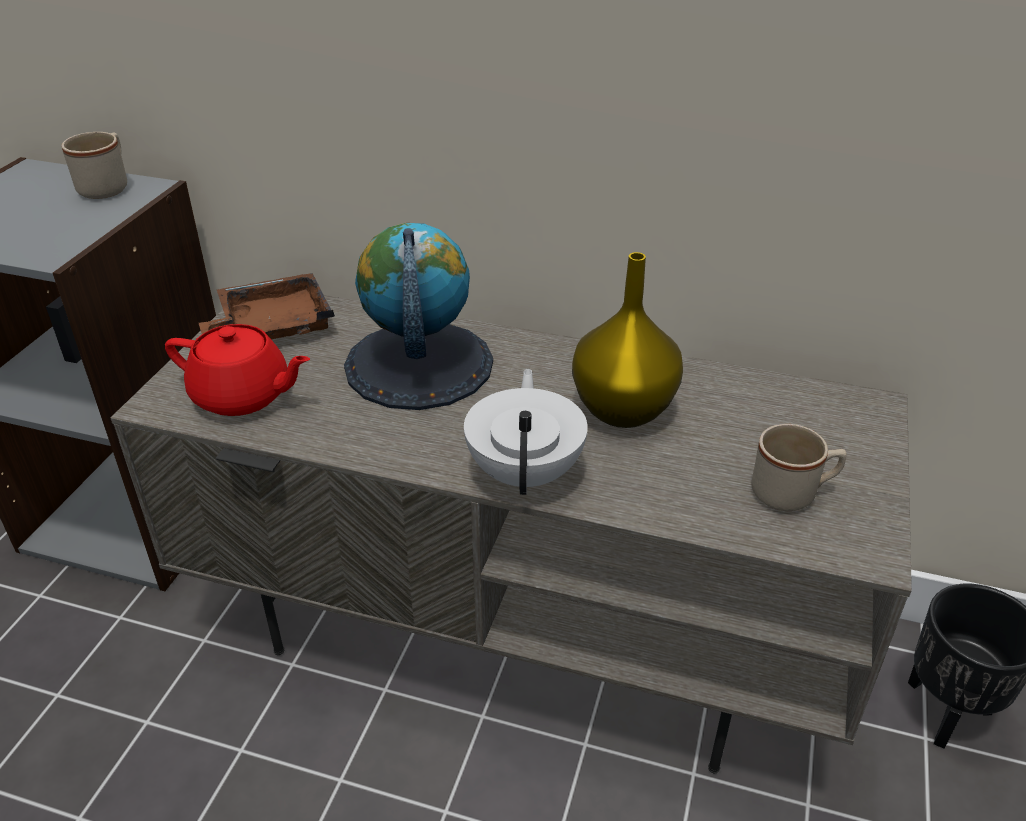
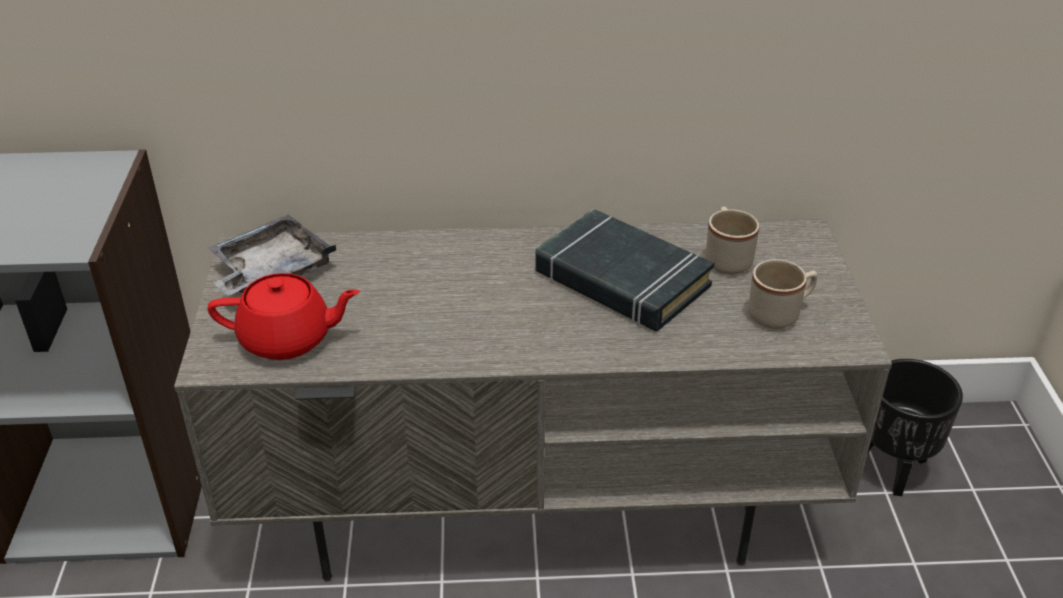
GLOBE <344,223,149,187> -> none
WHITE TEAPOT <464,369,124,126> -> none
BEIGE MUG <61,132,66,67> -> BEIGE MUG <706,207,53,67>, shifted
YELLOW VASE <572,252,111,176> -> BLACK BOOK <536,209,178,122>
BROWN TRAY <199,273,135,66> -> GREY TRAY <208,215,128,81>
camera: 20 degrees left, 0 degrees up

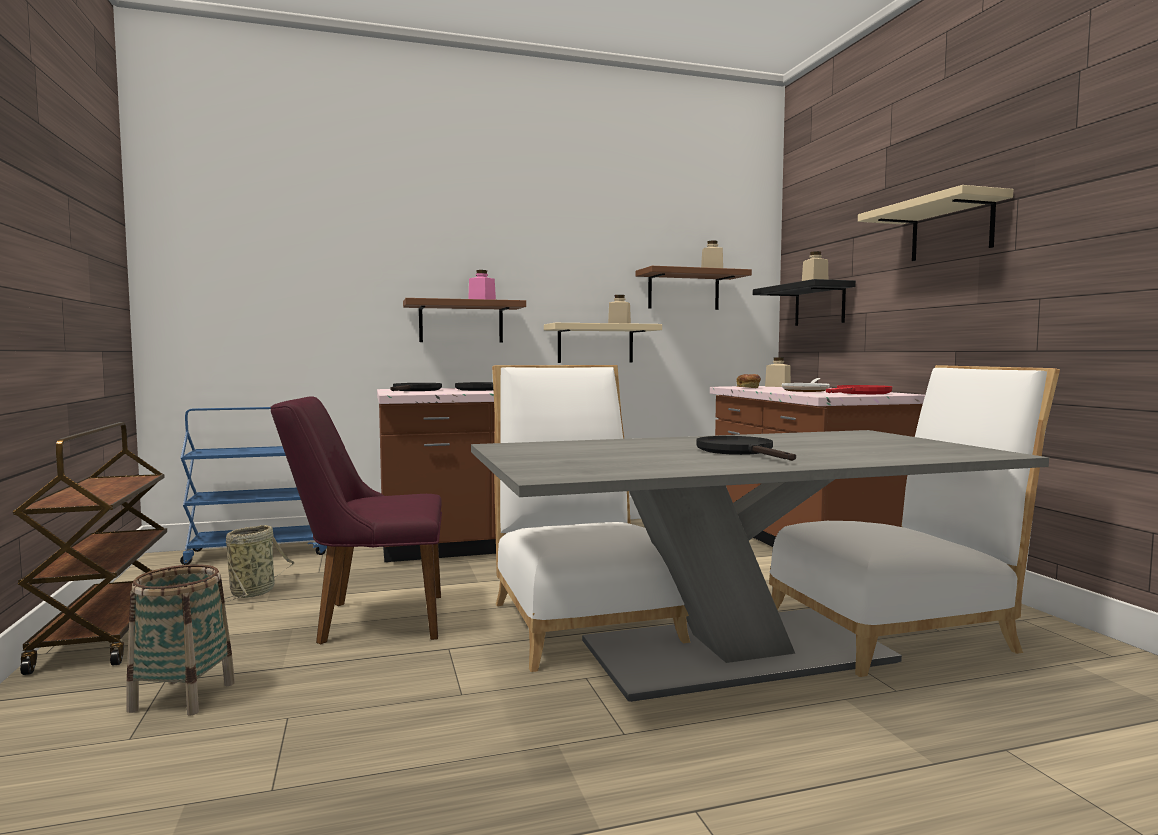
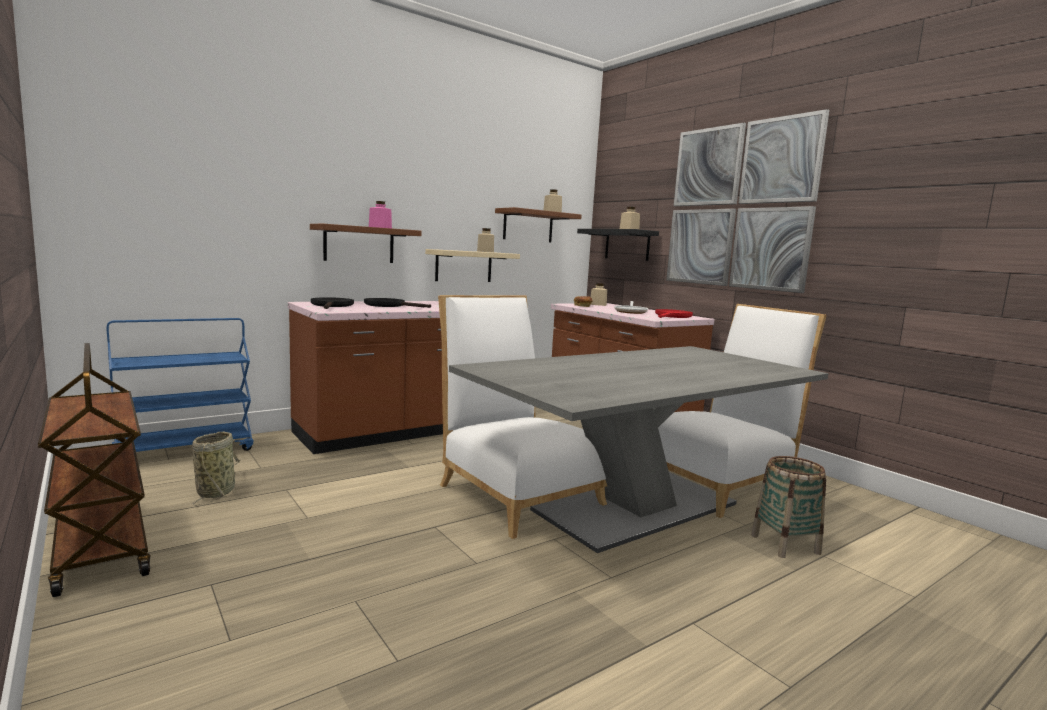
PURPLE CHAIR <270,396,172,248> -> none
BLACK FRYING PAN <696,436,100,25> -> none
BASKET <126,564,109,152> -> BASKET <751,456,75,102>, shifted
BEIGE SHELF <858,185,155,76> -> PICTURE <666,109,163,184>
camera: 20 degrees left, 5 degrees up

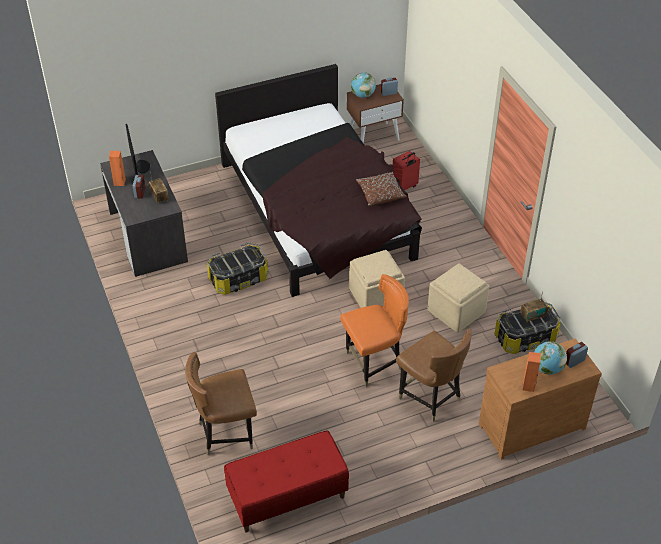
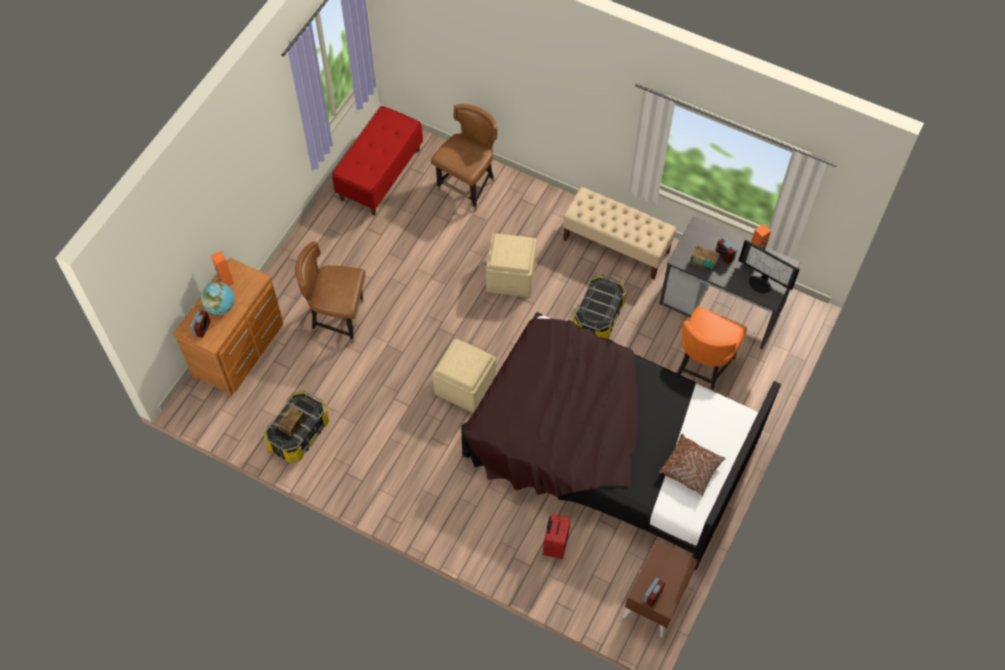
GLOBE <351,73,25,25> -> none
none -> BEIGE BENCH <563,187,114,93>
ORANGE CHAIR <340,274,69,113> -> ORANGE CHAIR <677,306,70,85>, shifted
BROWN PILLOW <356,172,51,34> -> BROWN PILLOW <659,434,67,62>, shifted
BEIGE OTTOMAN <427,263,62,69> -> BEIGE OTTOMAN <486,233,51,64>, shifted
camera: 140 degrees right, 15 degrees up

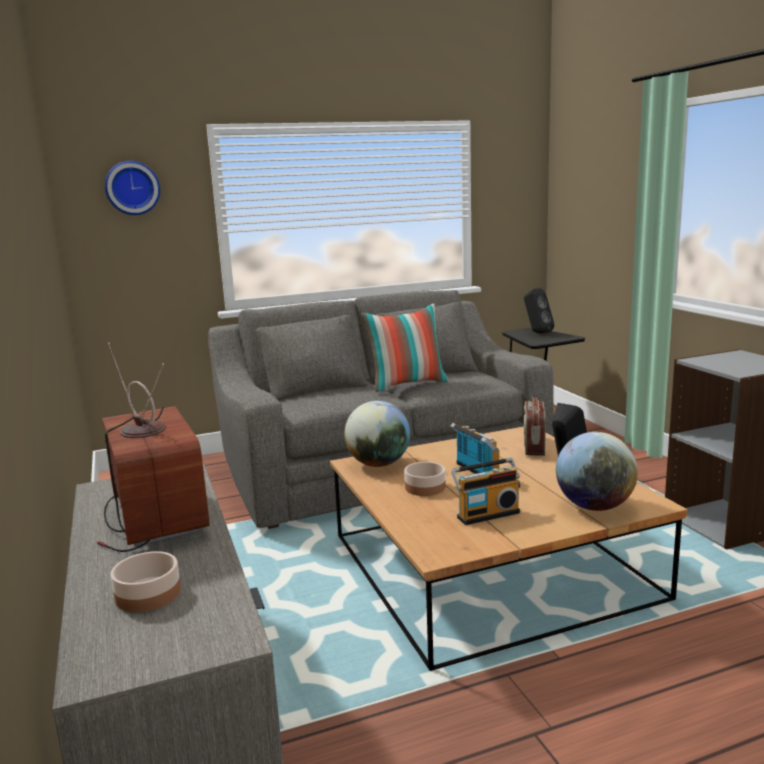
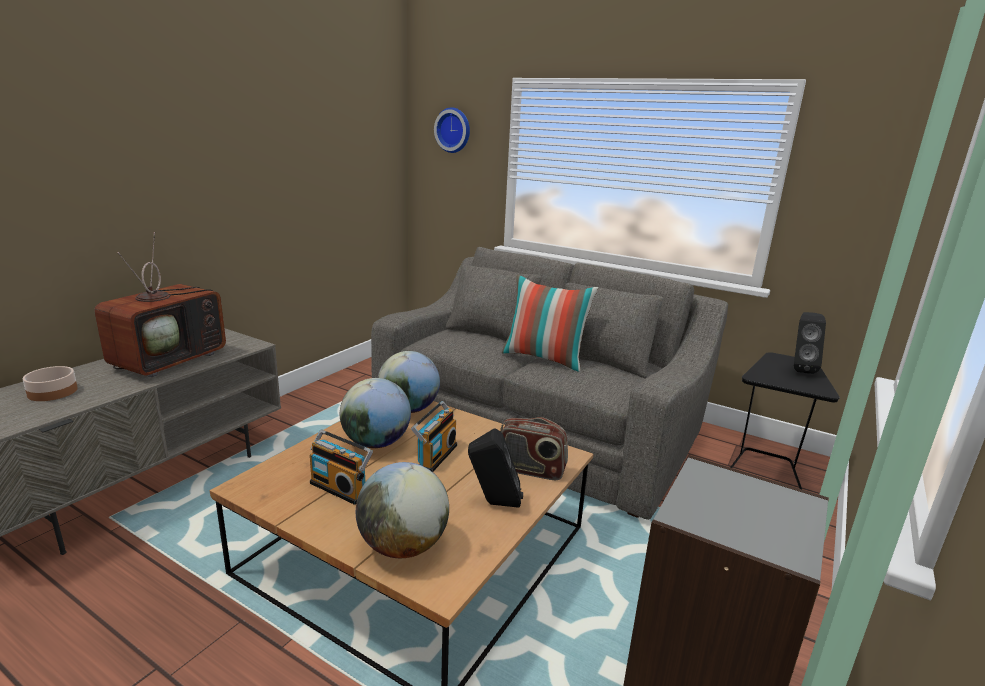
BOWL <404,462,42,34> -> GLOBE <340,378,71,70>
RADIO <524,398,22,58> -> RADIO <500,417,68,63>, 135 degrees counterclockwise
camera: 50 degrees right, 5 degrees up

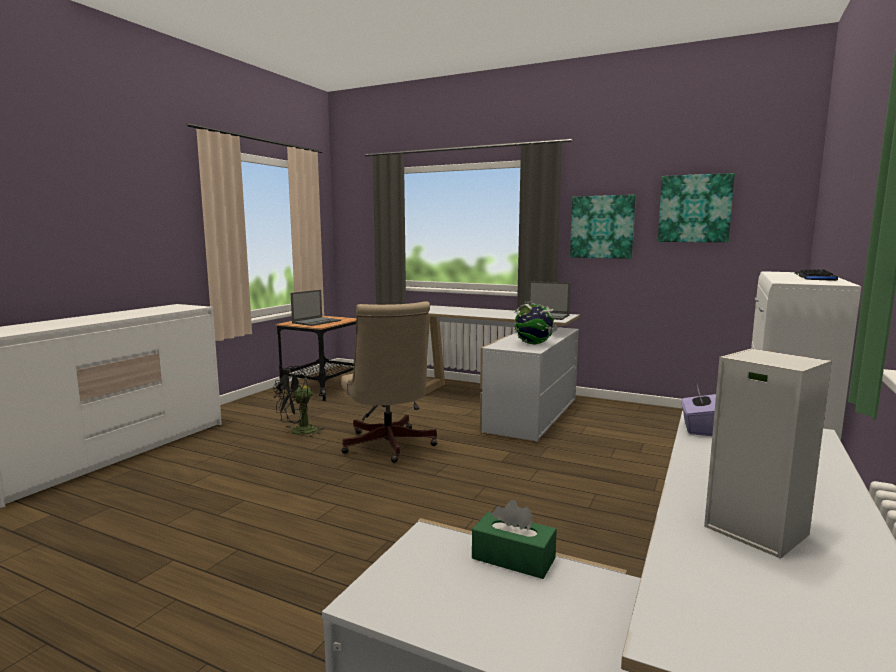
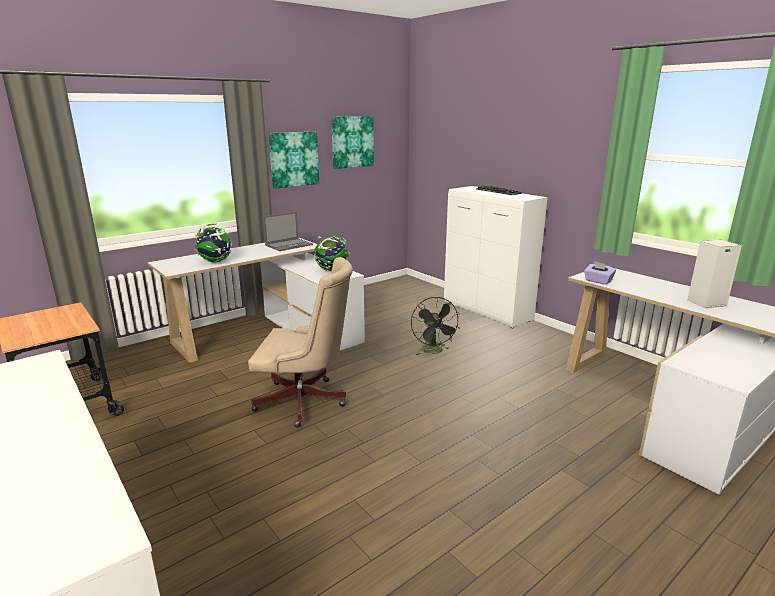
LAPTOP <291,290,50,36> -> none
GREEN TISSUE BOX <472,500,85,79> -> none
none -> GLOBE <195,223,37,39>
BLACK FAN <273,366,53,71> -> BLACK FAN <411,297,49,58>, shifted
camera: 65 degrees left, 10 degrees up

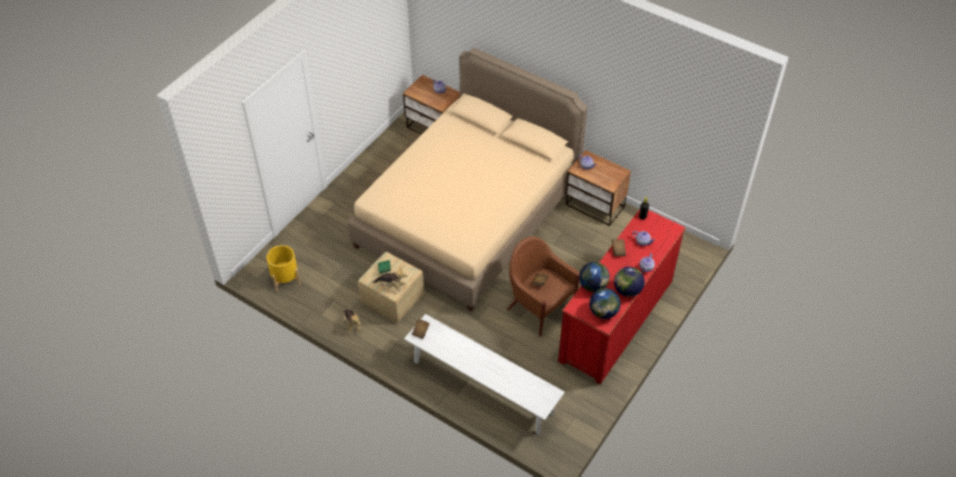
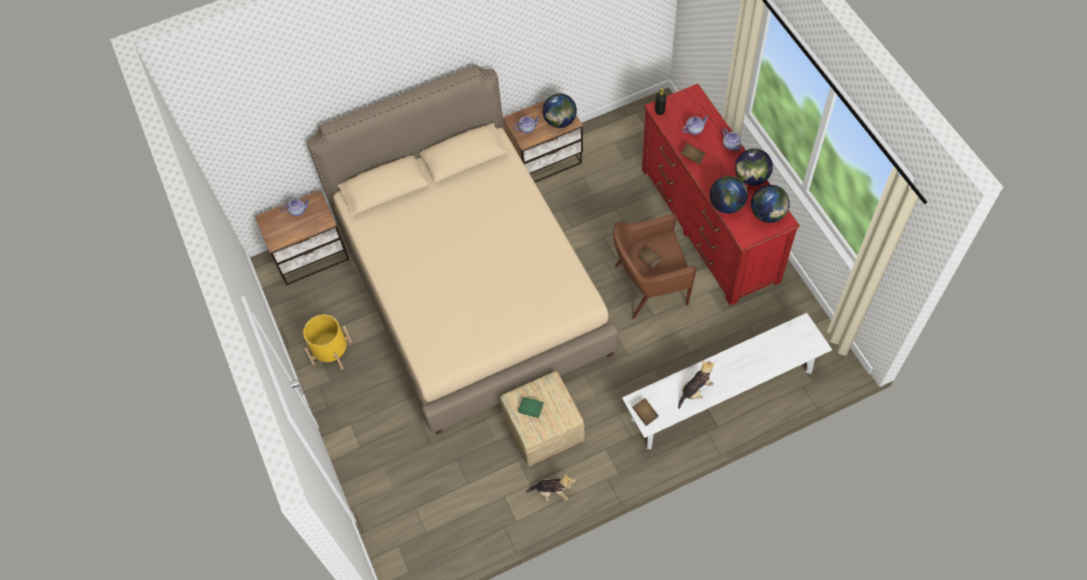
none -> GLOBE <543,93,34,35>
YELLOW PLANTER <267,245,34,47> -> YELLOW PLANTER <303,314,49,56>, shifted
PLUSH TOY <372,267,36,24> -> PLUSH TOY <678,361,36,48>, shifted
camera: 55 degrees left, 10 degrees up

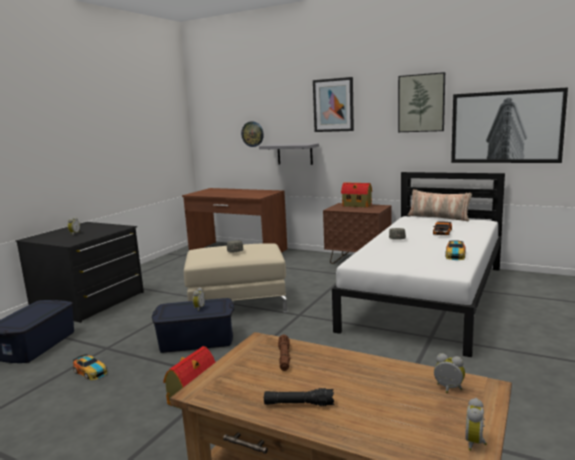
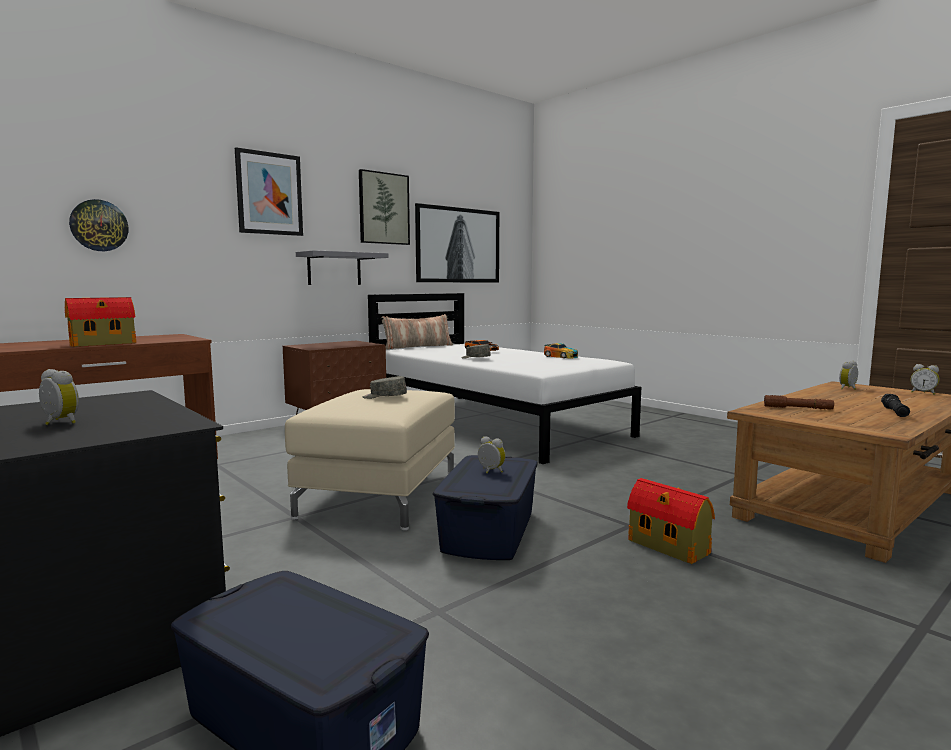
TOY CAR <73,354,34,26> -> none
GREY SHELF <259,143,60,22> -> GREY SHELF <296,250,93,35>, shifted
TOY HOUSE <341,182,31,25> -> TOY HOUSE <65,297,71,50>, shifted
camera: 70 degrees left, 5 degrees down

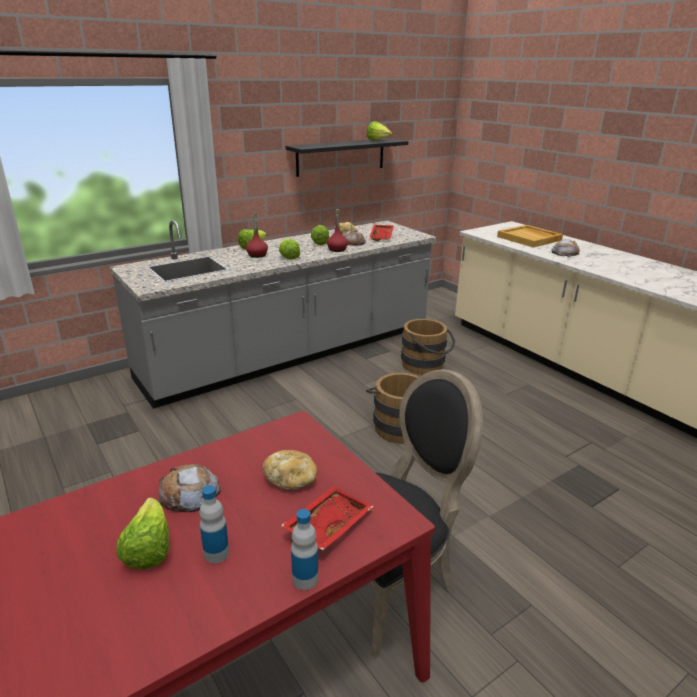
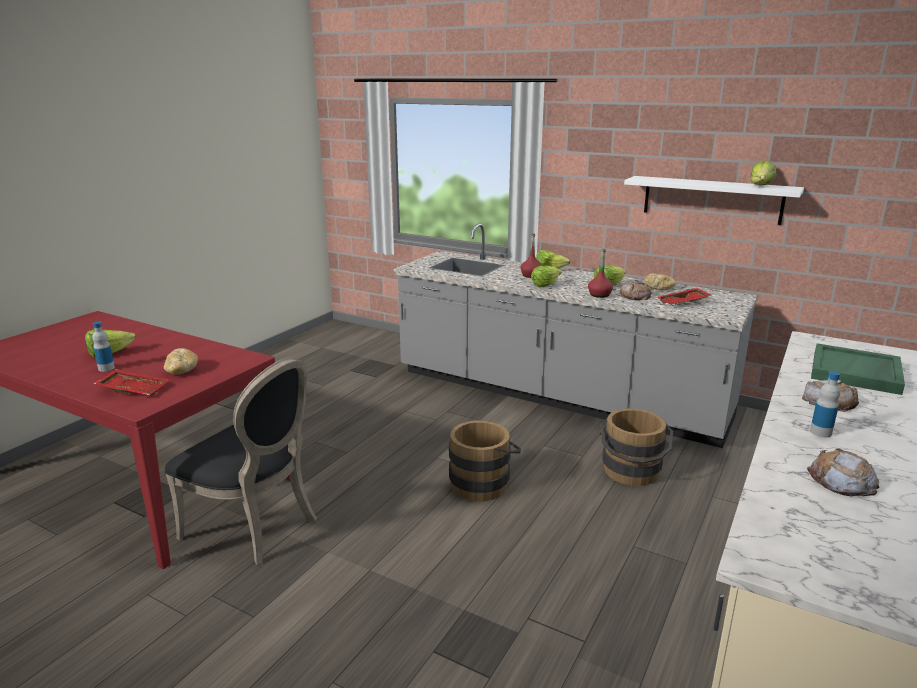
BREAD <157,464,64,48> -> BREAD <807,448,72,49>, shifted
BOTTLE <291,509,27,81> -> BOTTLE <810,371,30,66>, shifted
BLACK SHELF <286,138,122,39> -> WHITE SHELF <624,176,180,49>
BEIGE TRAY <497,225,66,23> -> GREEN TRAY <811,343,94,52>
camera: 65 degrees right, 5 degrees down

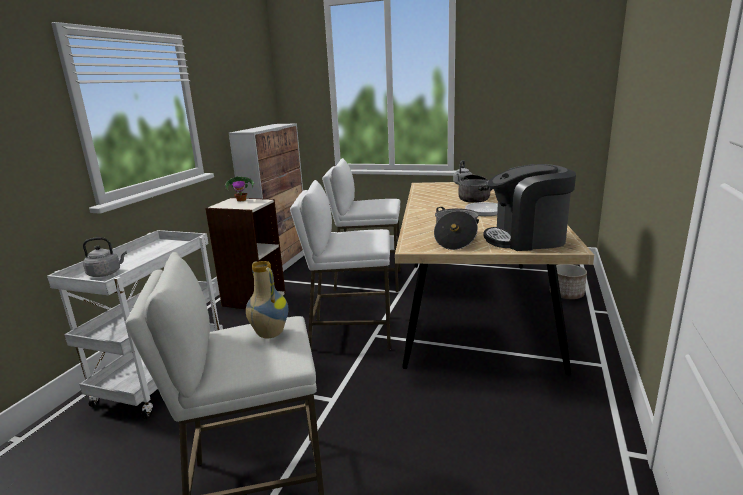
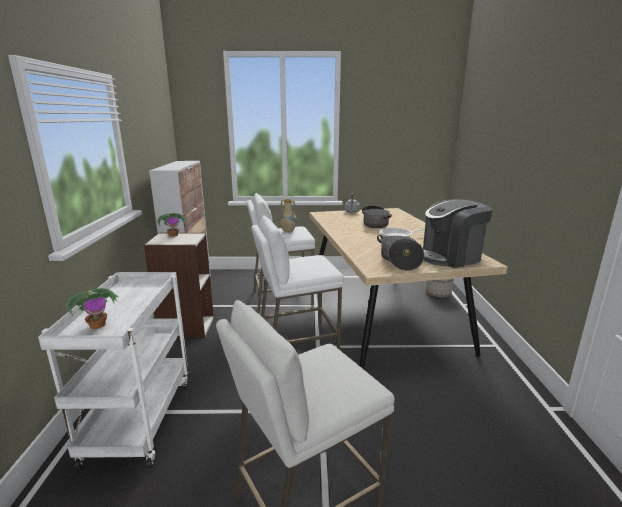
VASE <246,261,42,77> -> VASE <279,199,18,33>, shifted
GREY KETTLE <83,237,44,40> -> POTTED PLANT <66,288,53,41>
camera: 20 degrees left, 0 degrees up

